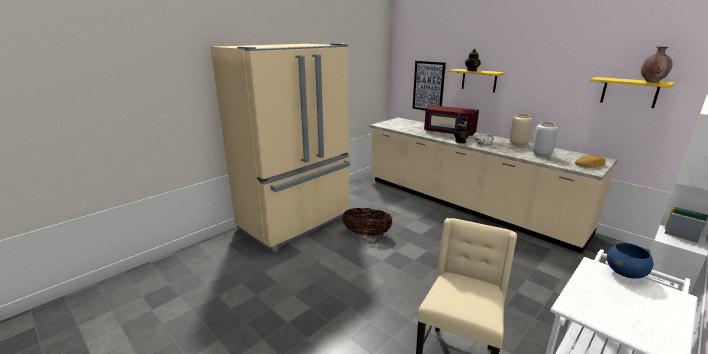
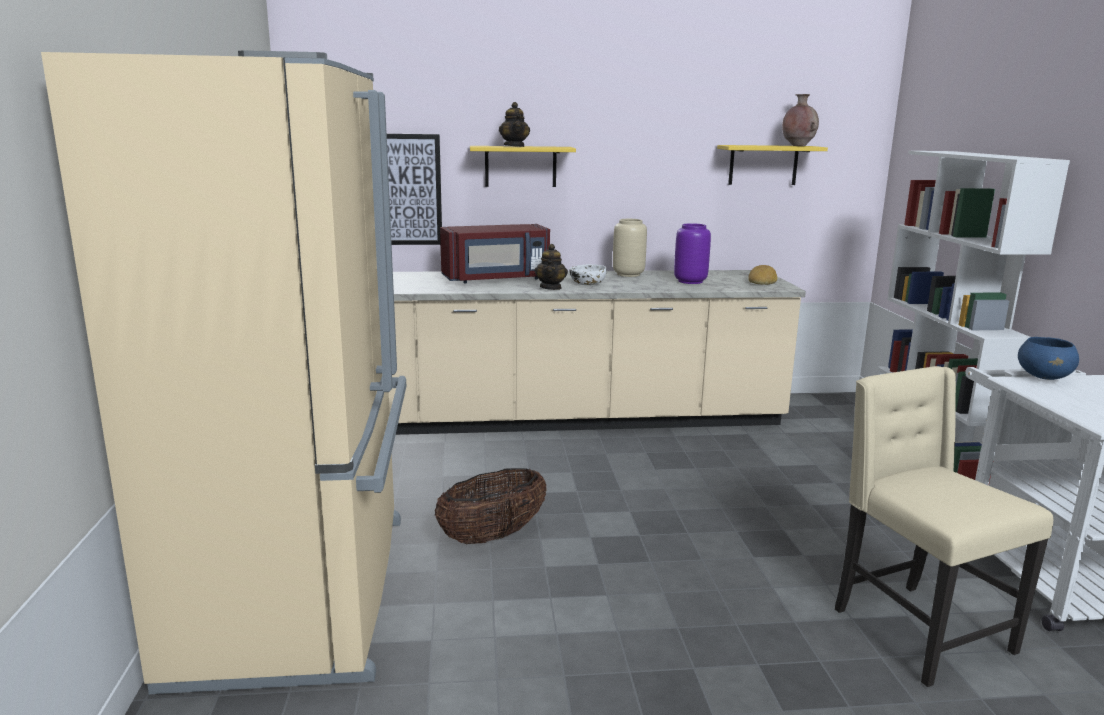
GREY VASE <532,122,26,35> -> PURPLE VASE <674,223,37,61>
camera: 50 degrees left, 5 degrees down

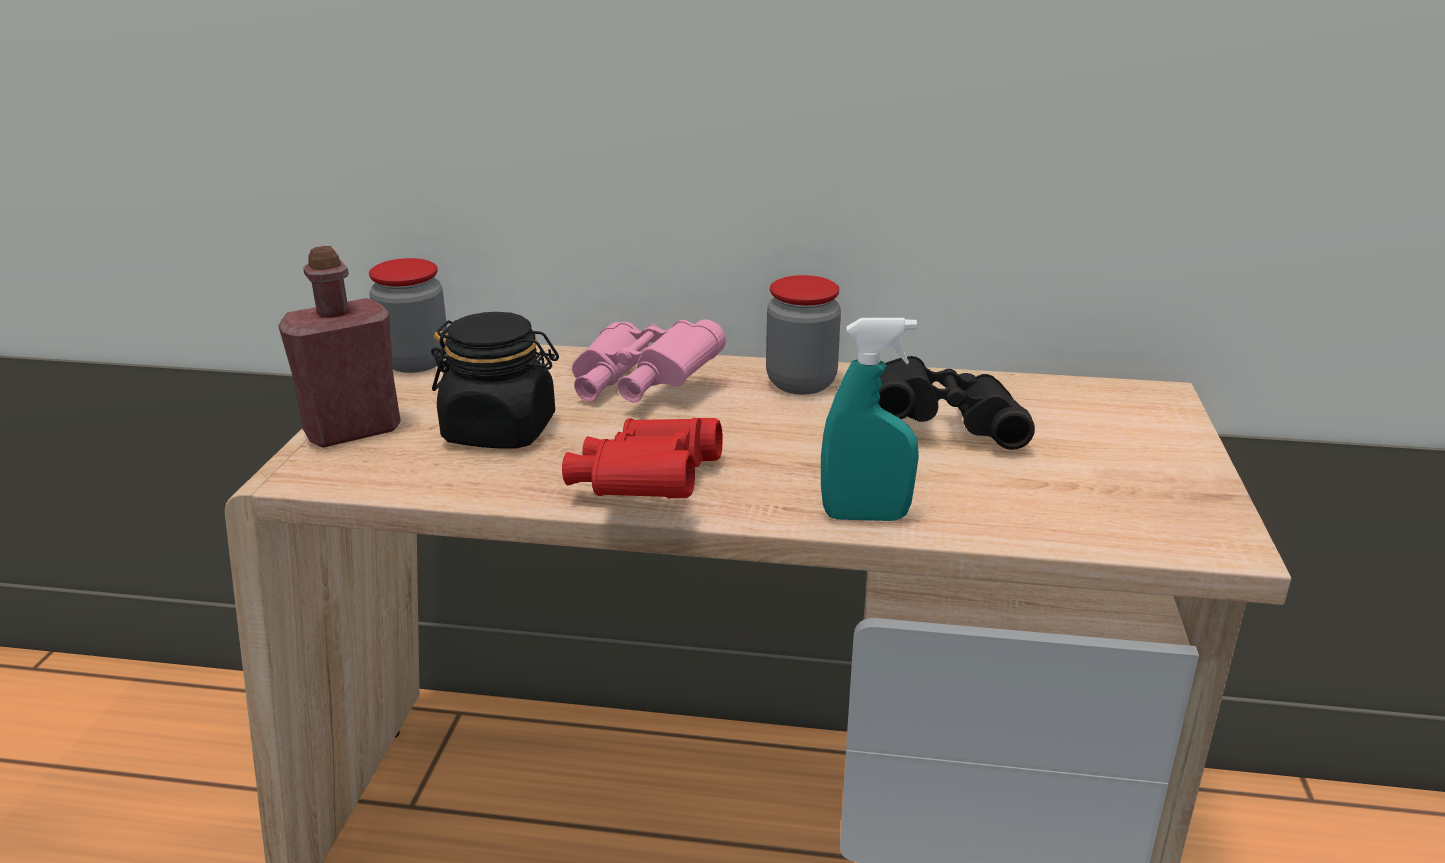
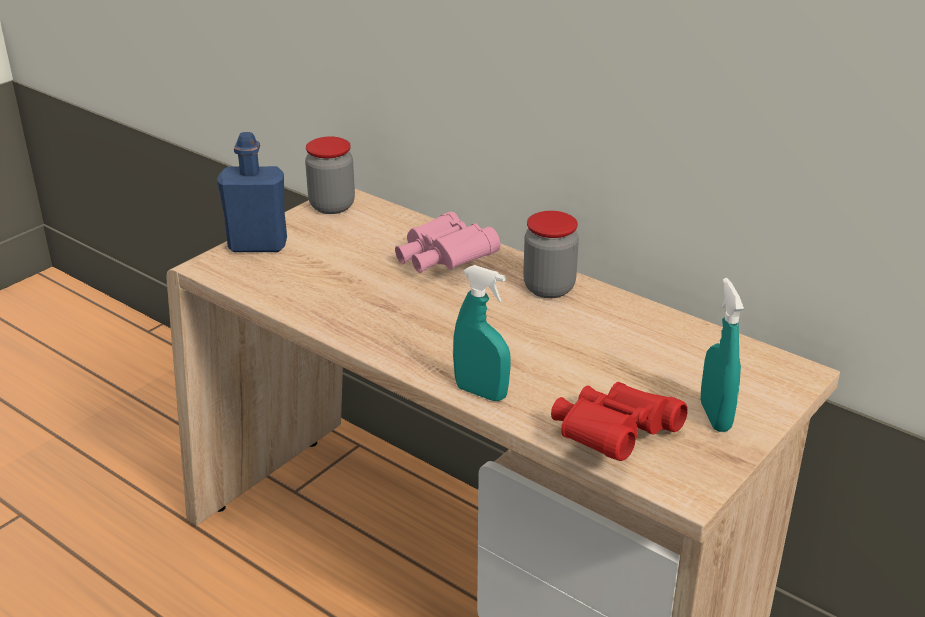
BLACK JAR <431,312,128,136> -> none
BLACK BINOCULARS <878,356,157,94> -> none
none -> TURQUOISE SPRAY BOTTLE <701,278,43,154>
RED BINOCULARS <562,418,161,80> -> RED BINOCULARS <551,382,137,79>, shifted
RED BOTTLE <278,246,123,202> -> BLUE BOTTLE <217,132,70,120>
camera: 30 degrees right, 5 degrees up

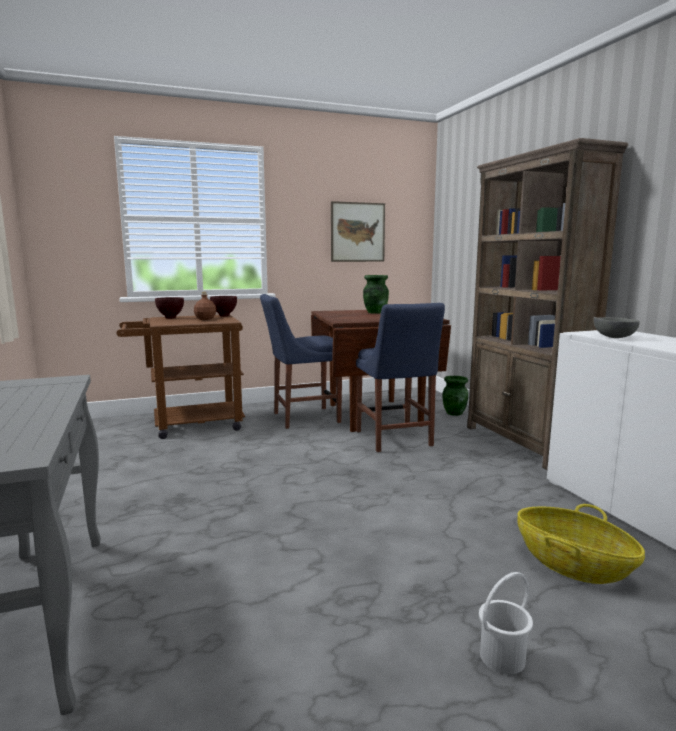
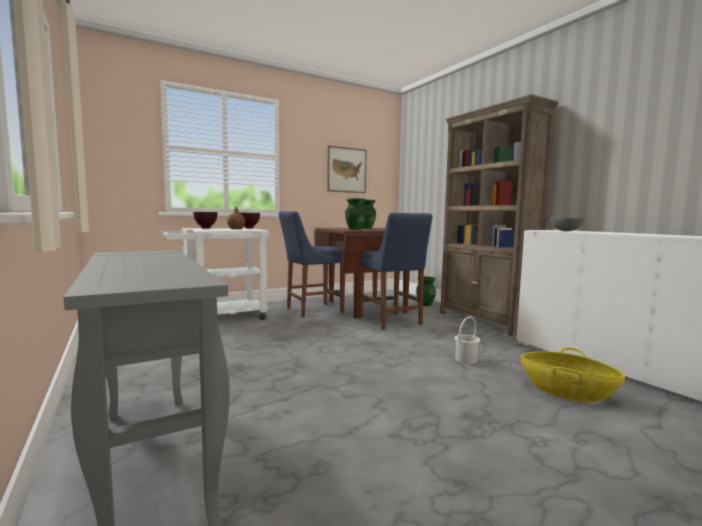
none -> GREEN VASE <345,198,21,32>
WHITE BUCKET <479,572,54,103> -> WHITE BUCKET <455,316,25,48>, shifted
BROWN CART <117,315,128,124> -> WHITE CART <161,228,108,92>
camera: 10 degrees left, 5 degrees down

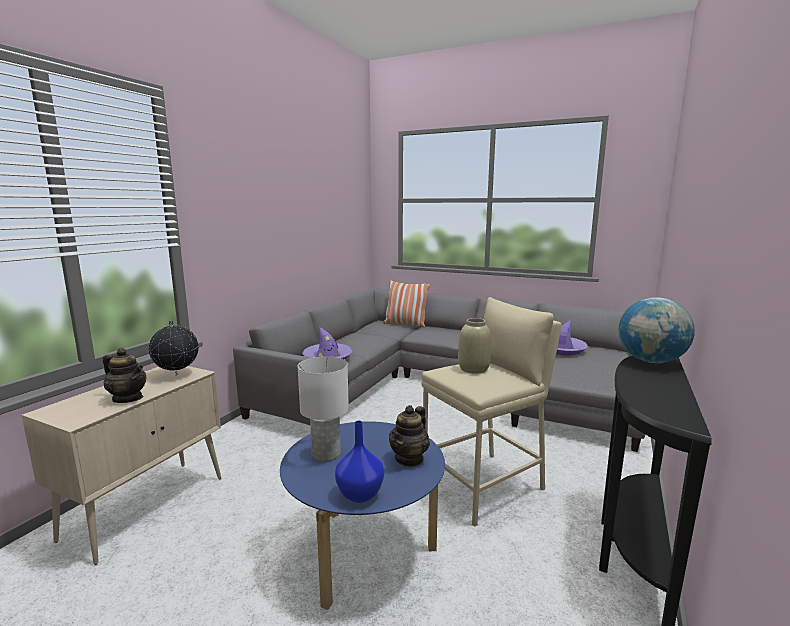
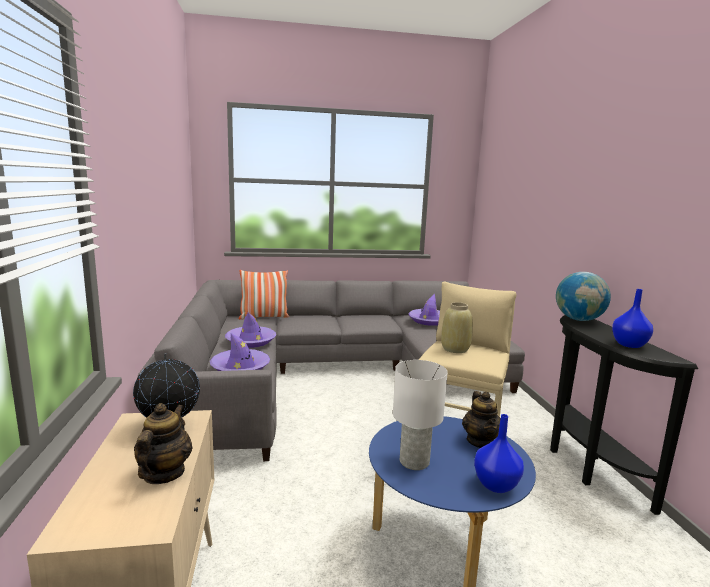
none -> PURPLE HAT <225,312,51,36>
none -> BLUE VASE <612,289,41,59>
TEAPOT <103,348,44,55> -> TEAPOT <134,403,59,81>, 75 degrees counterclockwise
camera: 35 degrees left, 0 degrees up

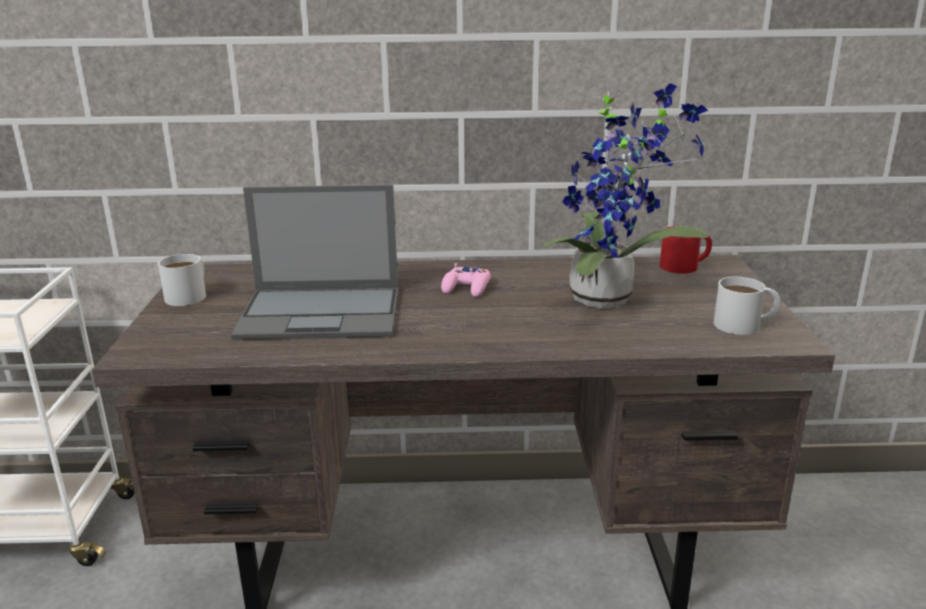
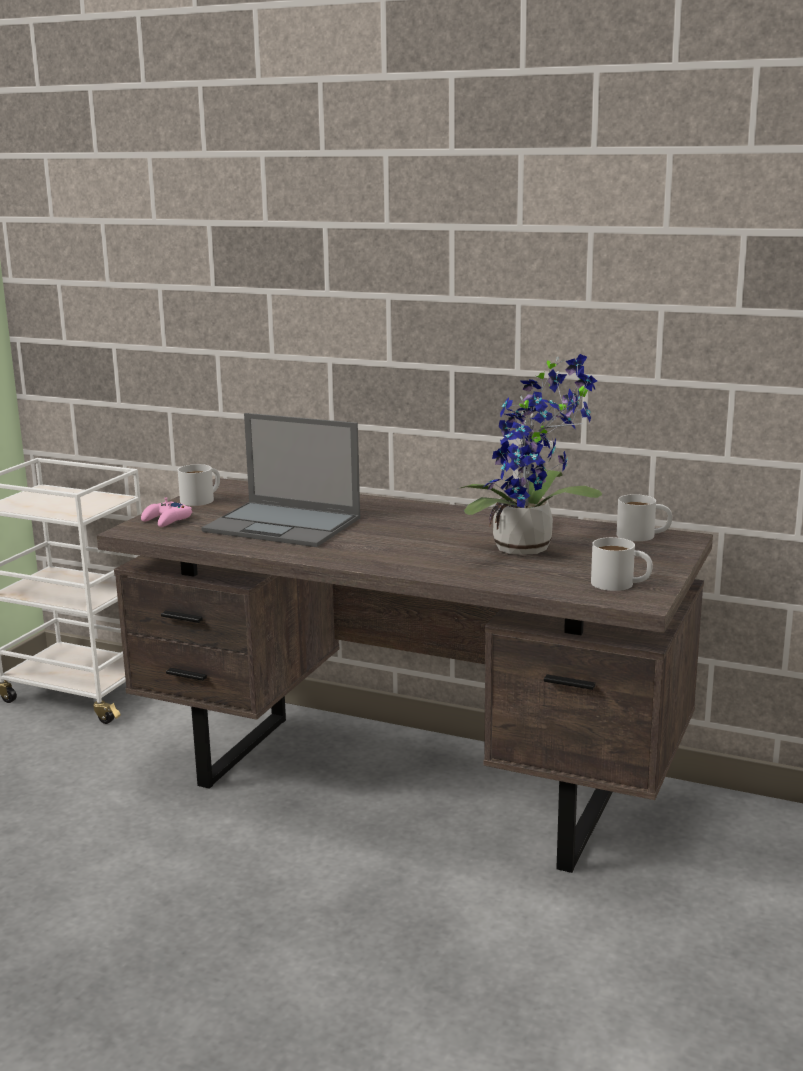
PINK GAME CONTROLLER <441,263,50,34> -> PINK GAME CONTROLLER <141,497,51,30>, shifted
RED MUG <660,226,52,48> -> WHITE MUG <617,494,55,47>
camera: 25 degrees right, 5 degrees down

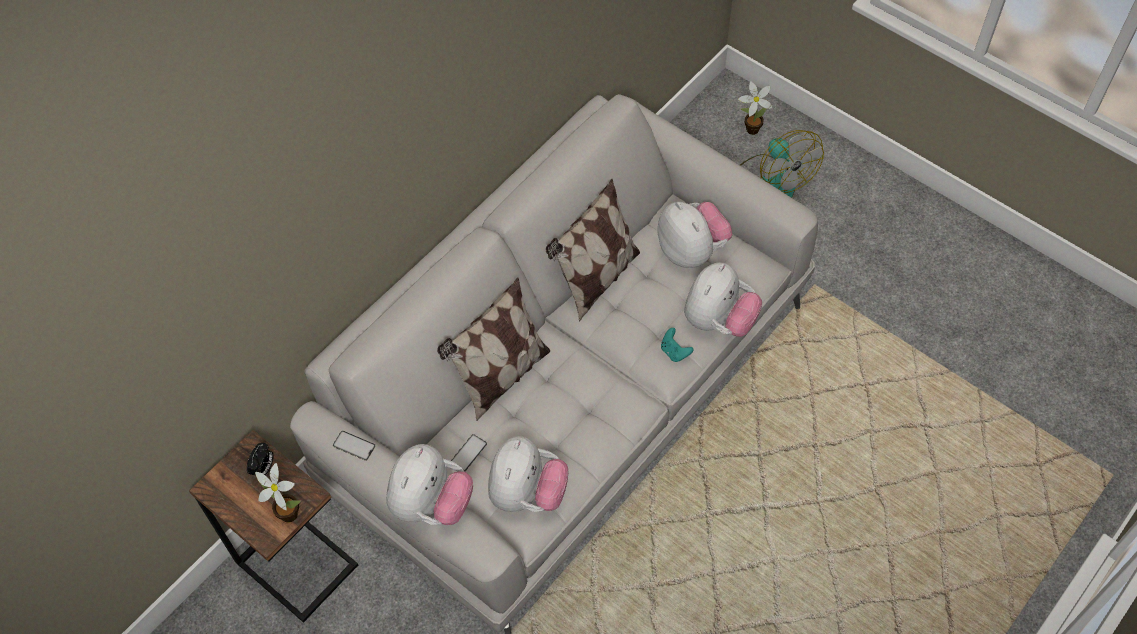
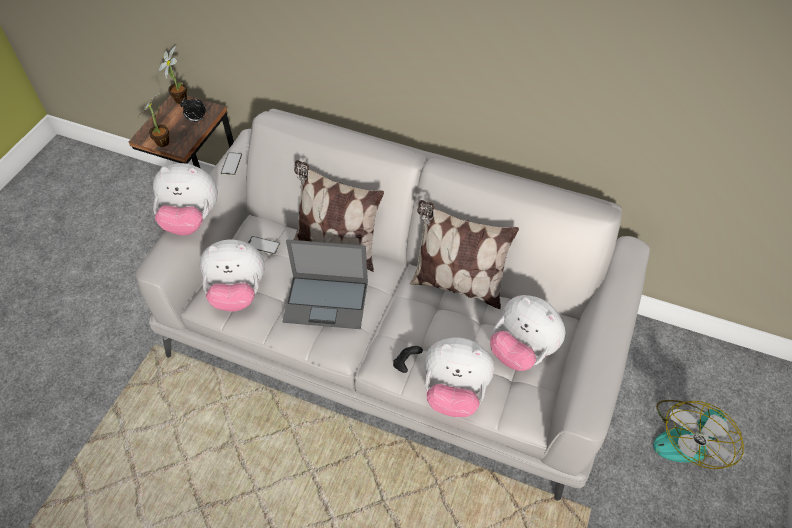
none -> LAPTOP <282,239,86,90>
POTTED PLANT <738,81,34,54> -> POTTED PLANT <159,46,28,58>, shifted
TURQUOISE GAME CONTROLLER <661,328,33,34> -> BLACK GAME CONTROLLER <393,346,30,27>
PLUSH TOY <657,202,75,66> -> PLUSH TOY <490,295,75,76>, 90 degrees clockwise
camera: 70 degrees right, 5 degrees down

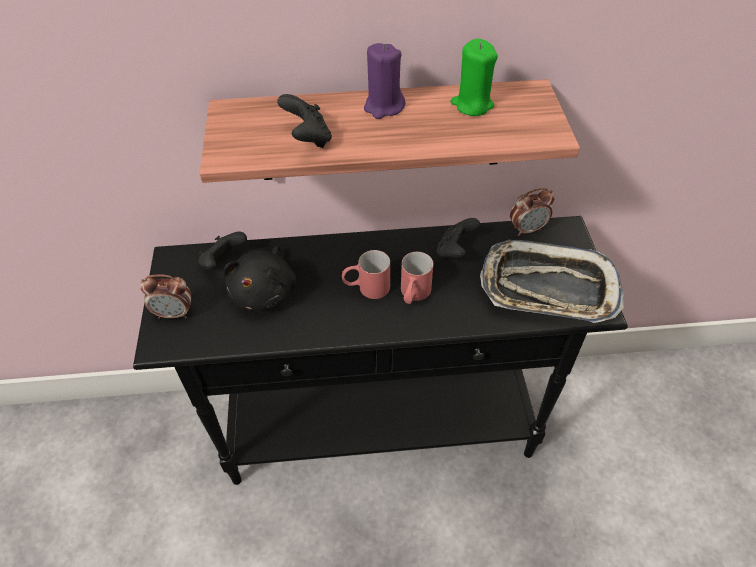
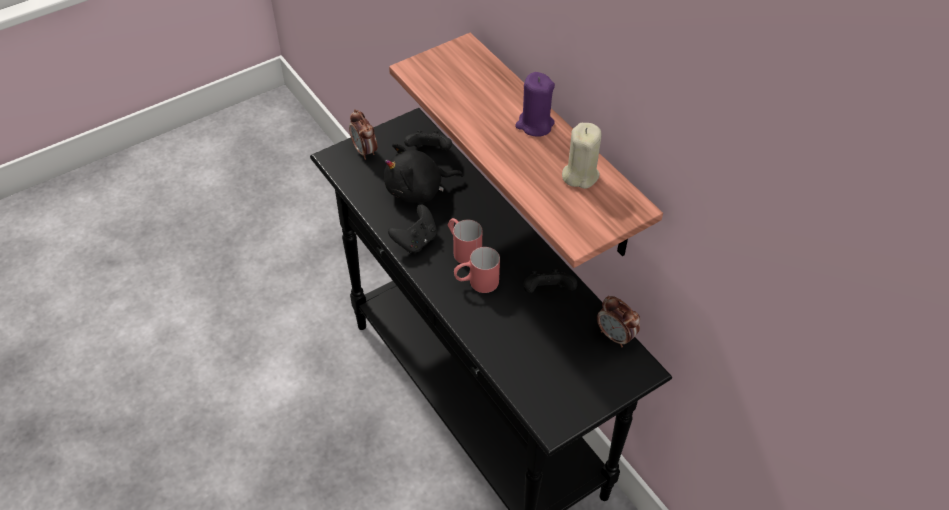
TRAY <480,240,144,83> -> none
BLACK GAME CONTROLLER <277,94,55,54> -> BLACK GAME CONTROLLER <388,205,49,48>, shifted
GREEN CANDLE <451,39,47,77> -> BEIGE CANDLE <562,123,39,66>
camera: 60 degrees right, 0 degrees up

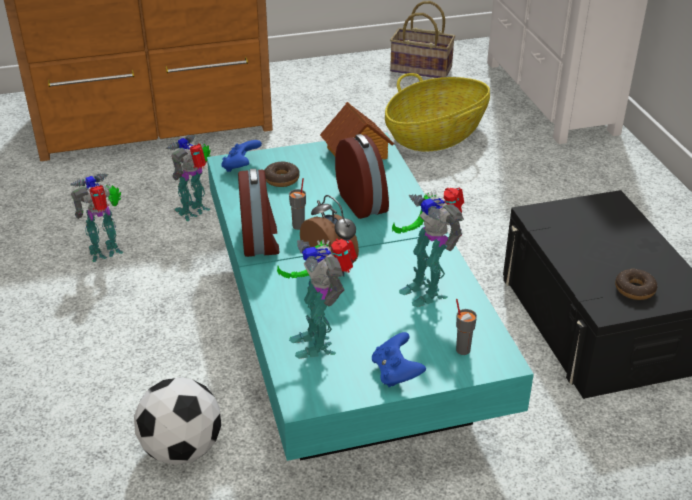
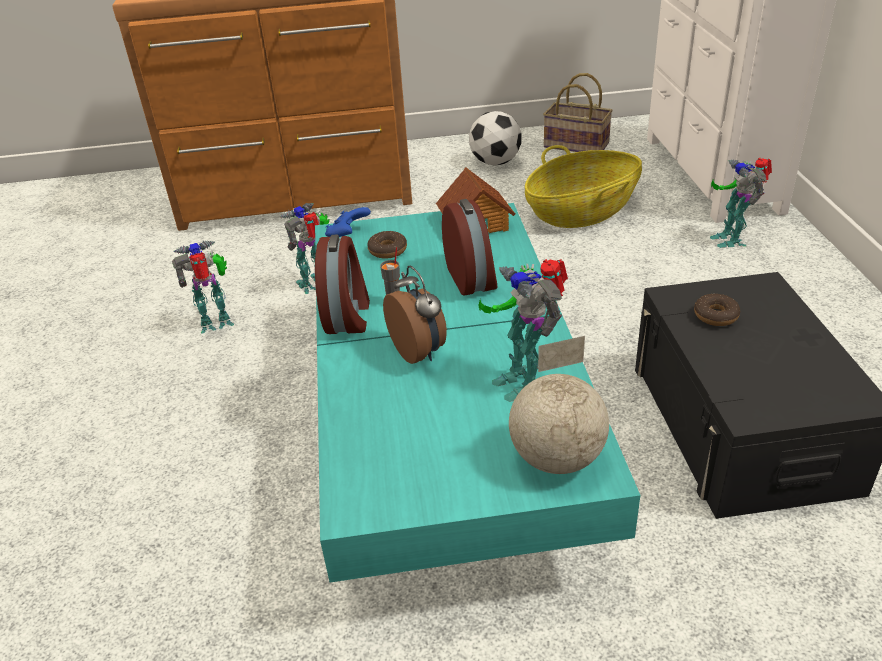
BLUE GAME CONTROLLER <372,332,54,55> -> none
FOOTBALL <134,378,87,87> -> FOOTBALL <469,111,53,55>, shifted
TOY ROBOT <277,238,80,121> -> TOY ROBOT <710,158,62,90>, shifted
DONUT <615,269,42,31> -> DONUT <694,294,46,32>, shifted
GREY CUP <456,299,21,56> -> GLOBE <509,336,100,138>
camera: 10 degrees right, 0 degrees up

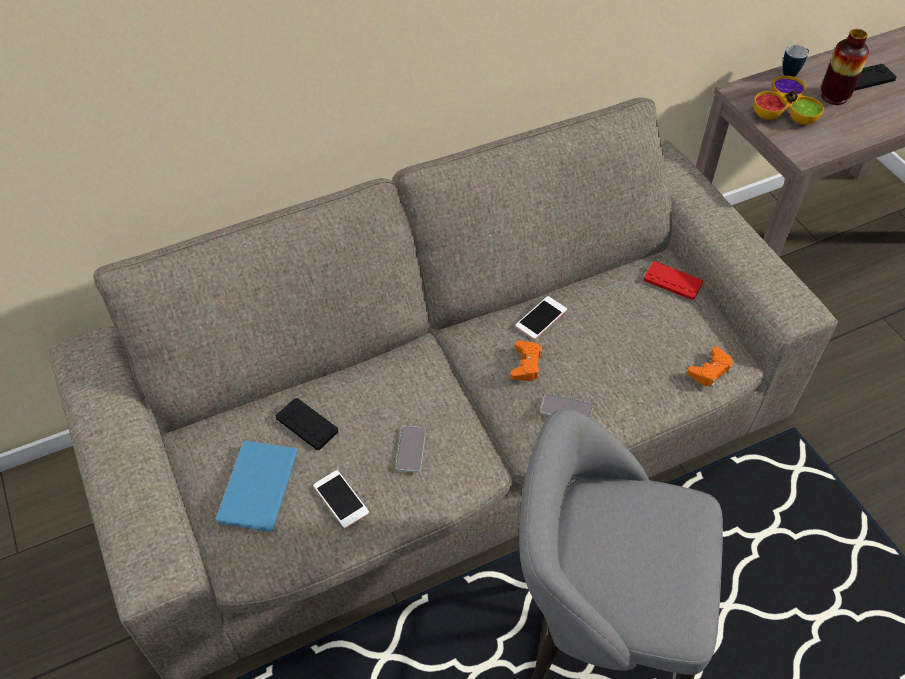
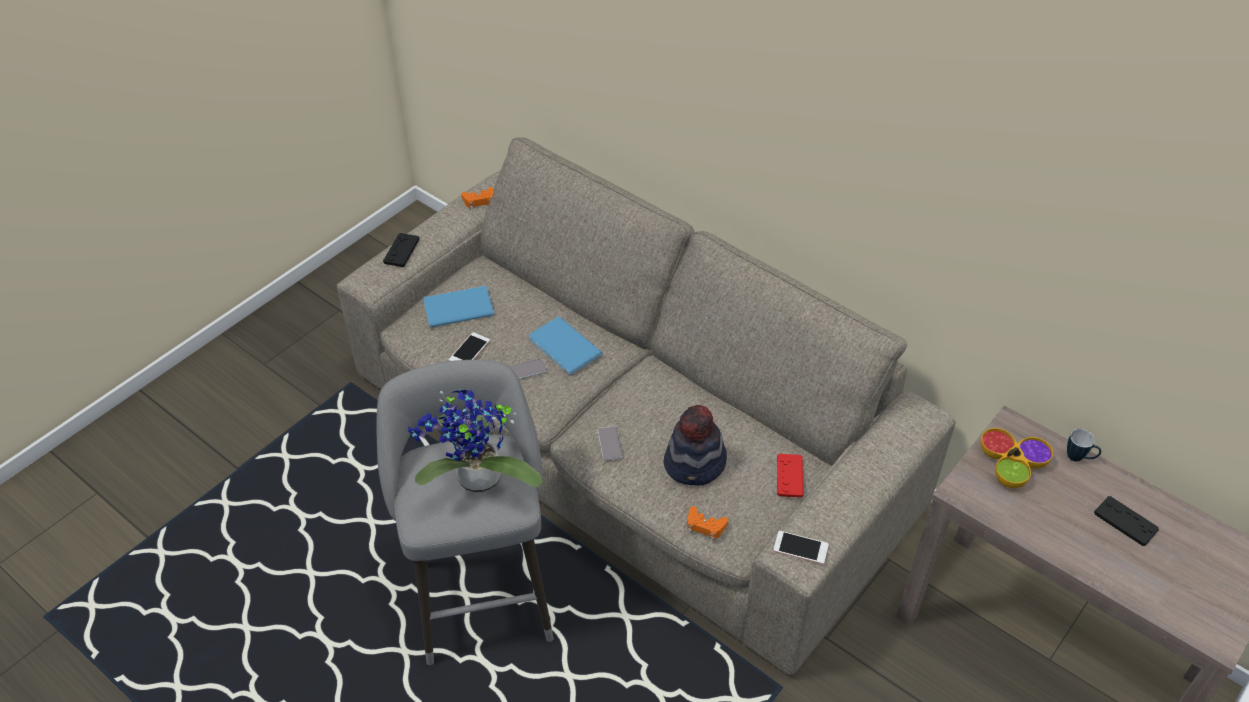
VASE <821,29,48,76> -> none
none -> POTTED PLANT <408,389,134,104>
none -> BLUE BOOK <529,316,74,59>
none -> HAT <664,405,63,81>
BLACK GAME CONTROLLER <276,398,62,52> -> BLACK GAME CONTROLLER <383,233,37,34>, shifted
ORANGE GAME CONTROLLER <510,340,32,41> -> ORANGE GAME CONTROLLER <461,187,33,23>, shifted
PHONE <515,296,52,43> -> PHONE <773,531,56,33>, shifted
camera: 65 degrees right, 5 degrees down

